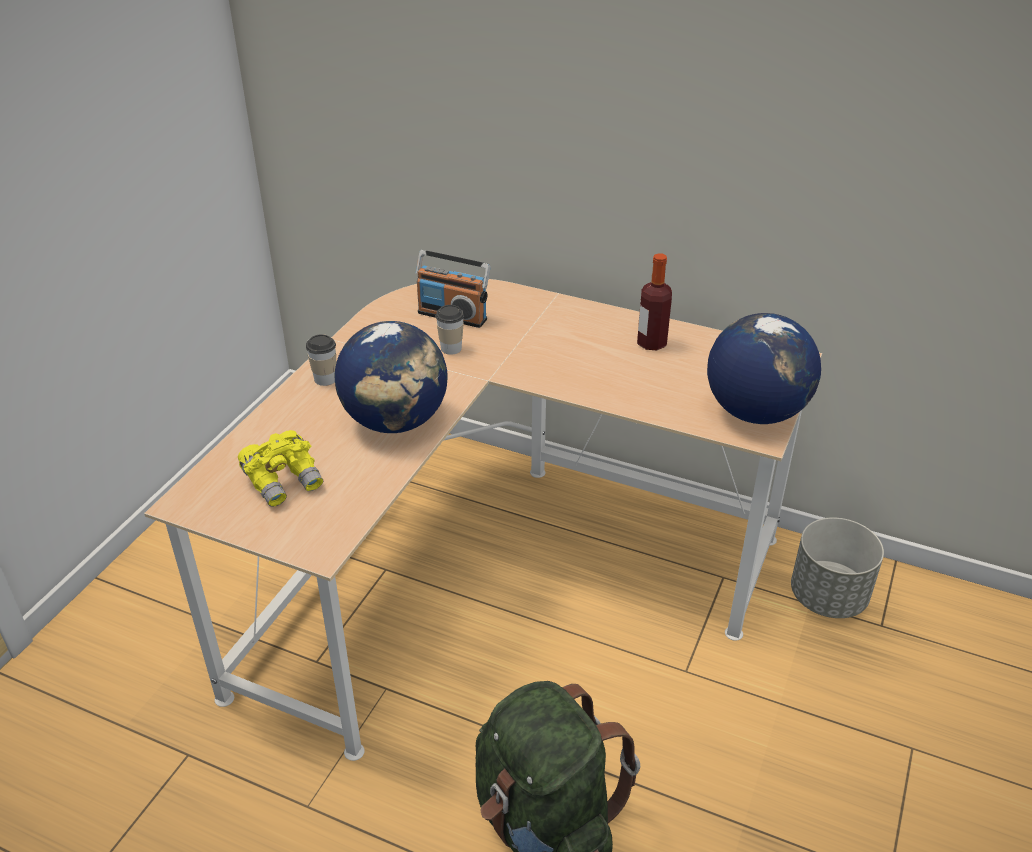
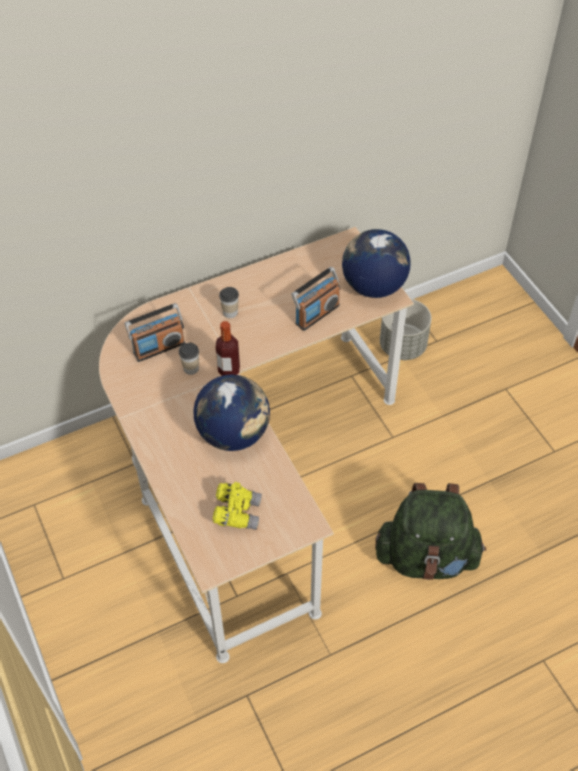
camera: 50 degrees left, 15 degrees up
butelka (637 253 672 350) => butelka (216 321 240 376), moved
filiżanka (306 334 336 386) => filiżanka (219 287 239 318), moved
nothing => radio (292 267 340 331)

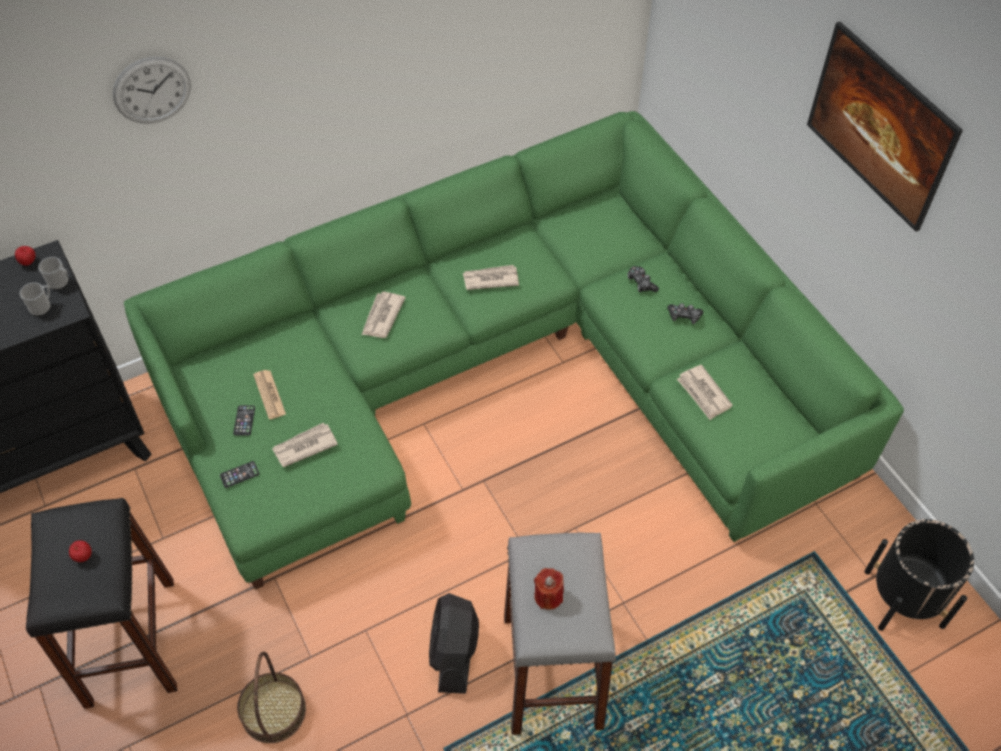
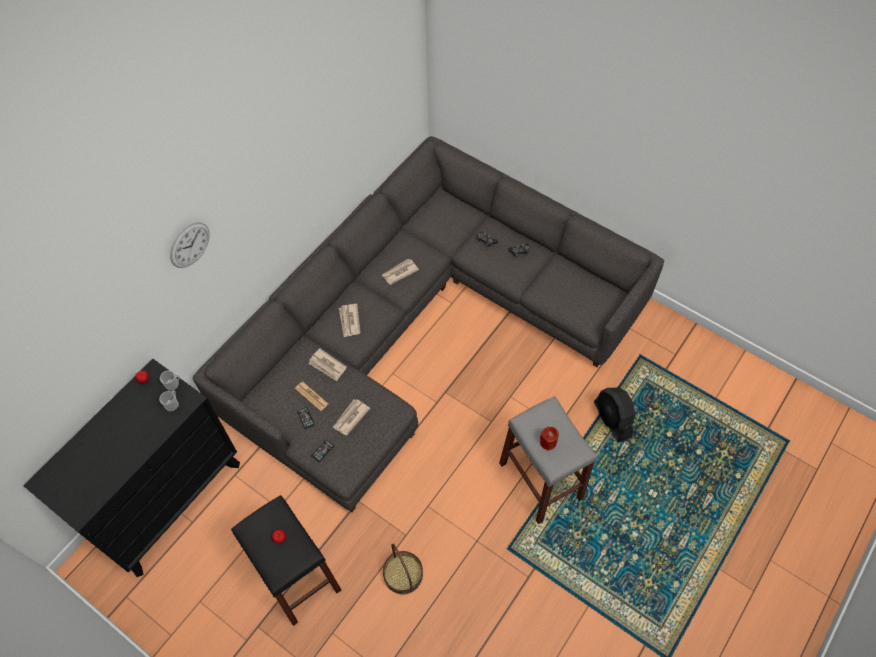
camera: 25 degrees left, 5 degrees up
kanapa (zielony) (124 111 904 589) => kanapa (szary) (192 136 664 512)
gazeta (677 365 733 420) => gazeta (308 349 346 381), moved
wentylator (czarny) (429 593 479 694) => wentylator (czarny) (594 387 635 443), moved
obraz (807 22 963 232) => nothing
donica (czarny) (864 519 974 631) => nothing

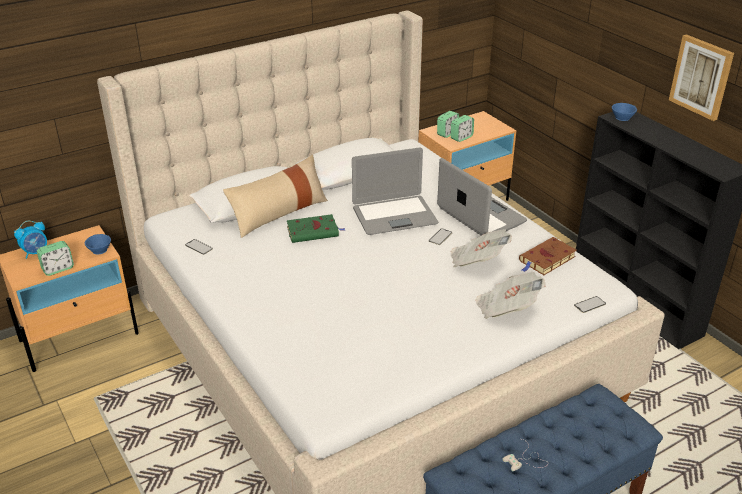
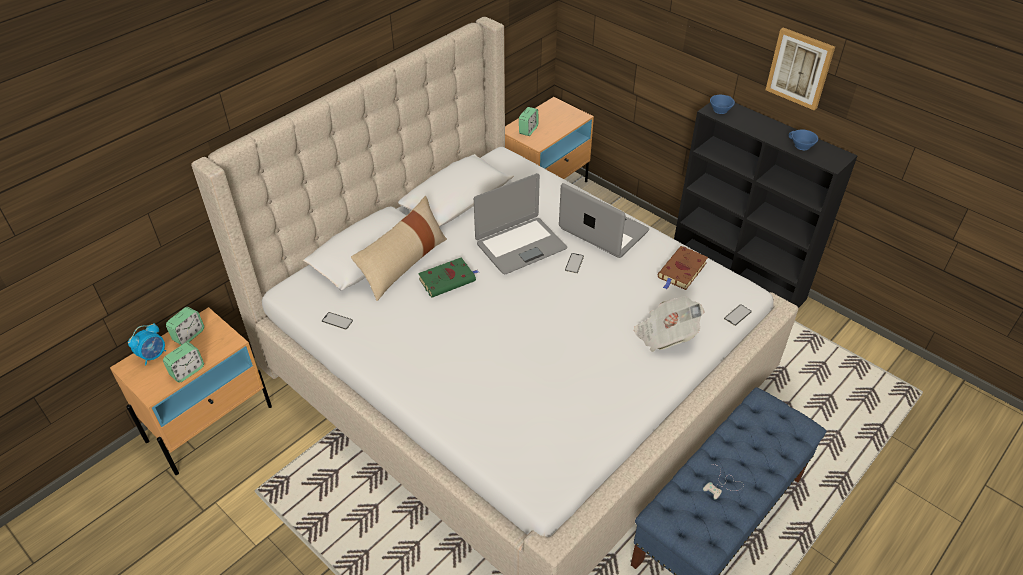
camera: 15 degrees left, 10 degrees up
budzik (451 115 474 142) => budzik (166 307 204 345), moved
filiżanka (niebieski) (85 234 111 254) => filiżanka (niebieski) (789 130 818 150), moved
gazeta (450 229 512 267) => nothing

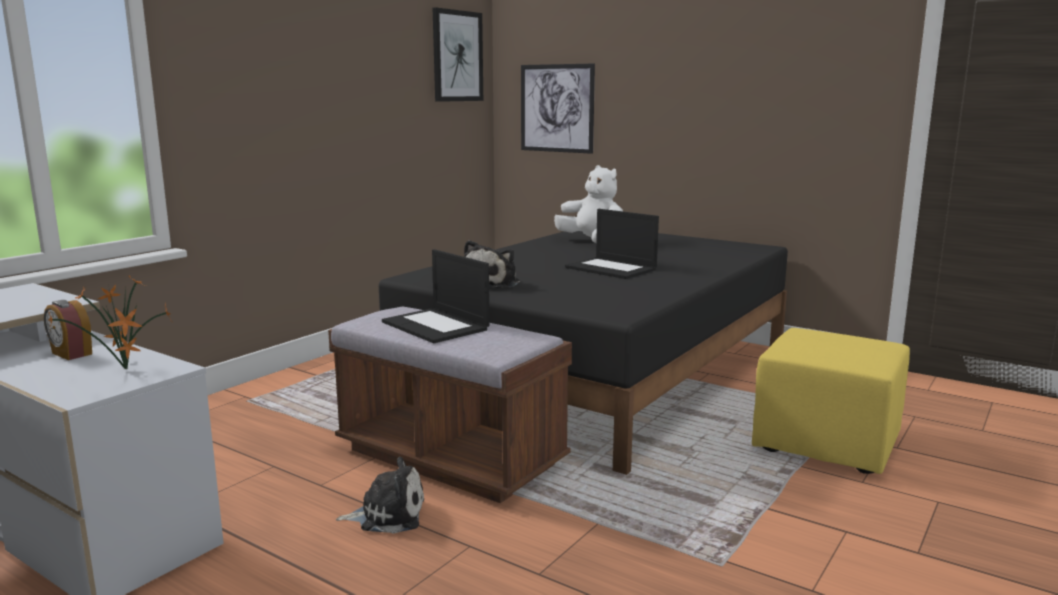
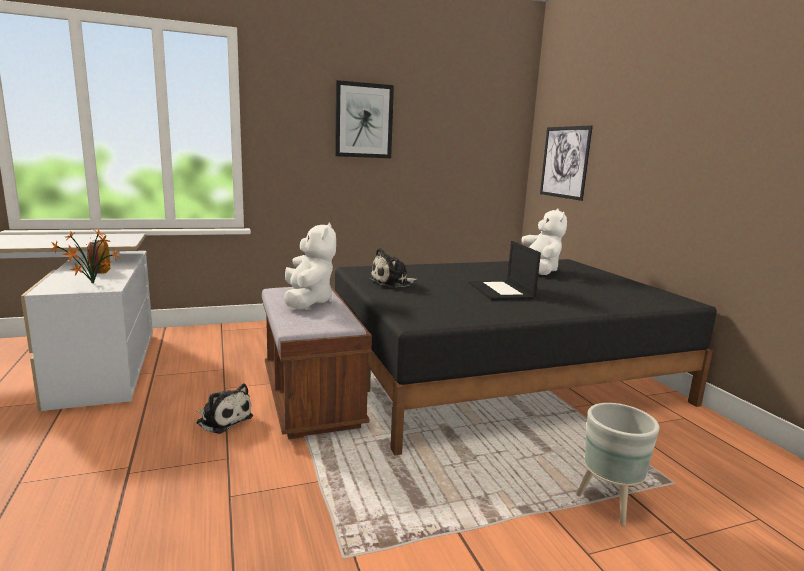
camera: 35 degrees right, 0 degrees up
laptop (382 249 490 343) => pluszak (biały) (283 222 336 309)
obraz (433 7 483 102) => obraz (335 80 394 158), moved
pufa (żółty) (752 328 910 474) => donica (szary) (576 403 659 526)

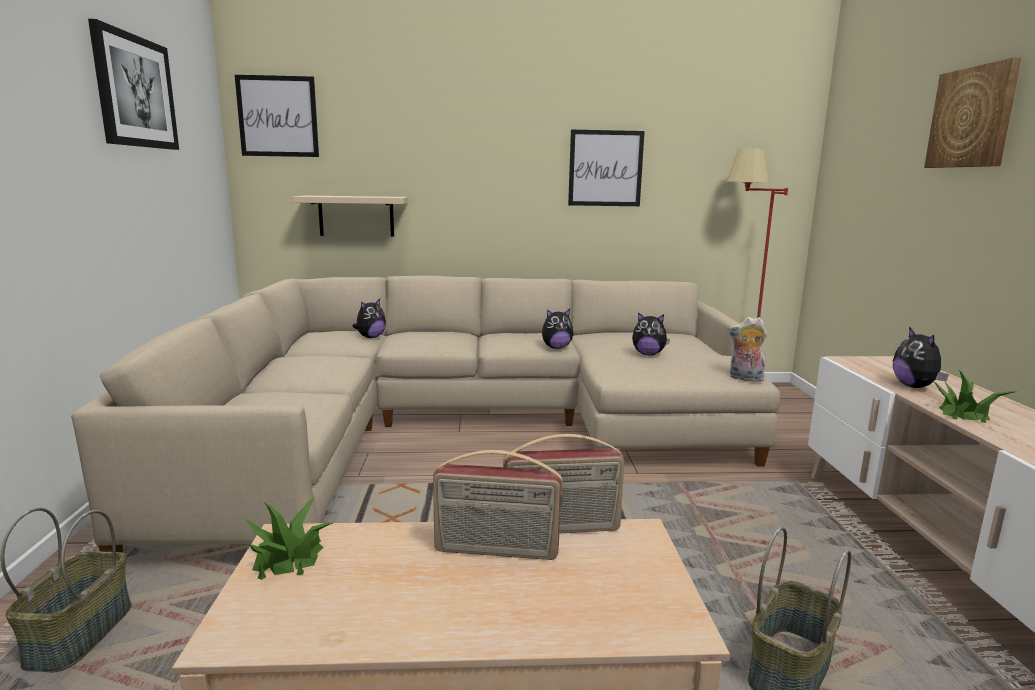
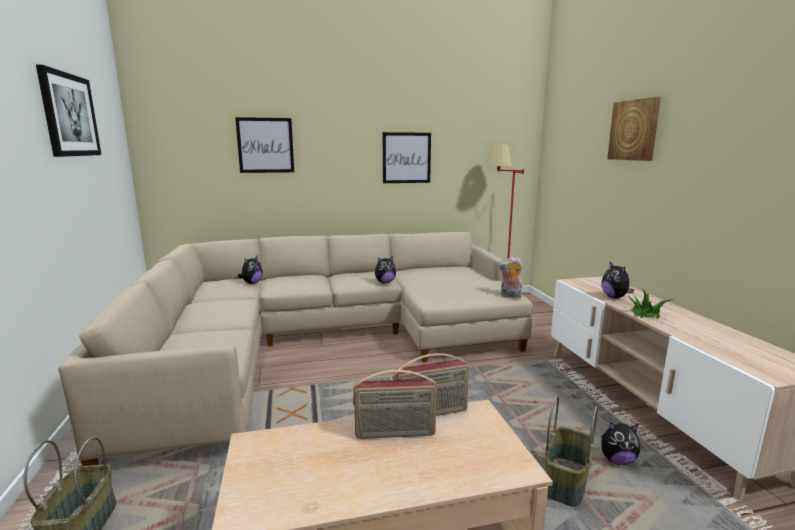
camera: 10 degrees left, 0 degrees up
obraz (235 75 319 157) => obraz (235 117 294 173), moved
pluszak (632 312 670 355) => pluszak (601 422 640 465), moved
roślina doniczkowa (243 497 333 580) => nothing
półka (beżowy) (292 195 408 237) => nothing

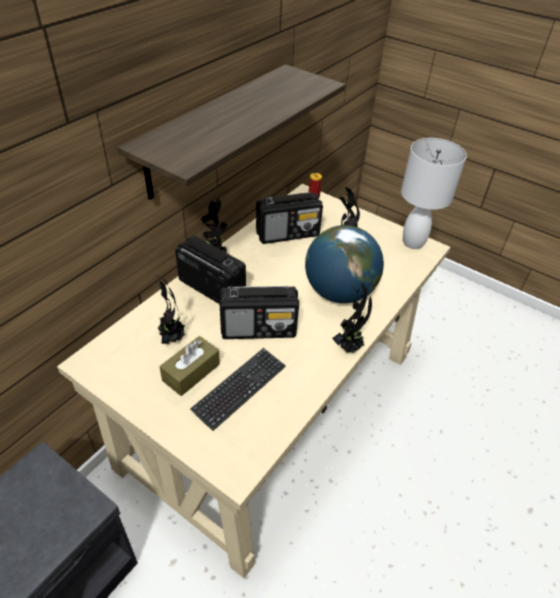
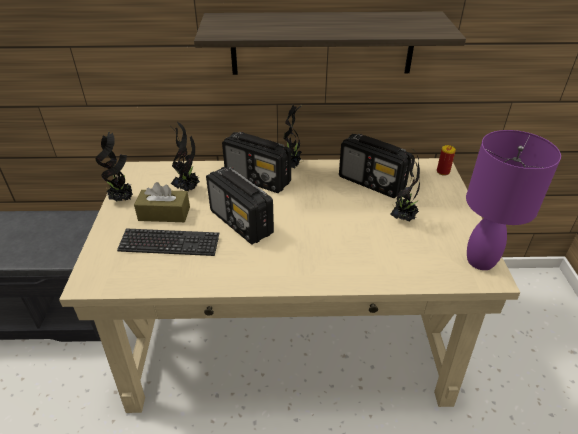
camera: 55 degrees right, 5 degrees down
roślina doniczkowa (332 282 372 353) => roślina doniczkowa (95 132 133 201), moved
radio (175 236 246 304) => radio (222 132 291 193), 120 degrees clockwise
lampa stołowa (biały) (401 138 467 249) => lampa stołowa (fioletowy) (466 130 561 270)
globus (305 225 384 303) => nothing

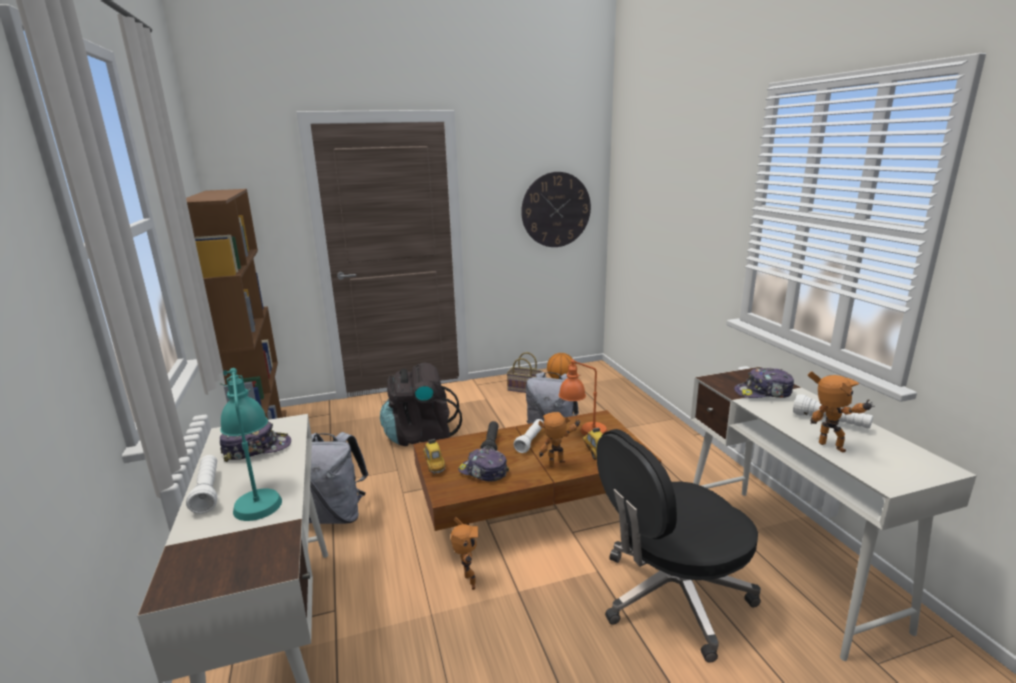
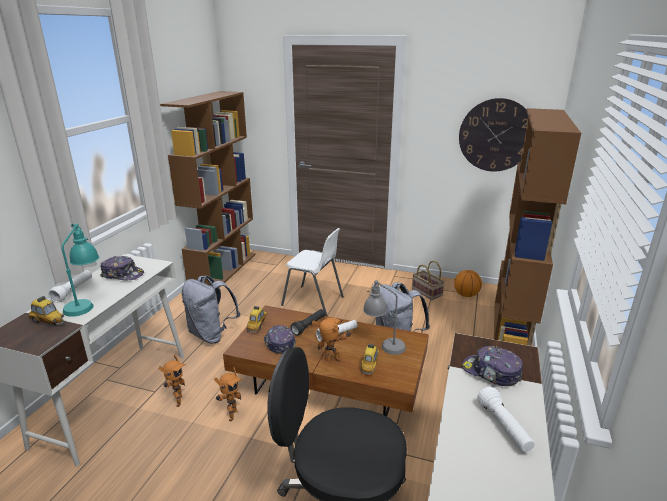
camera: 35 degrees right, 5 degrees up
nothing => samochodzik (28 296 64 325)
robot zabawkowy (808 372 875 452) => robot zabawkowy (158 355 186 407), moved
plecak (czarny) (380 362 462 446) => krzesło (biały) (281 228 344 316)
lampa stołowa (pomarańczowy) (559 359 608 436) => lampa stołowa (szary) (363 280 406 355)
nothing => regał (brązowy) (494 108 581 346)

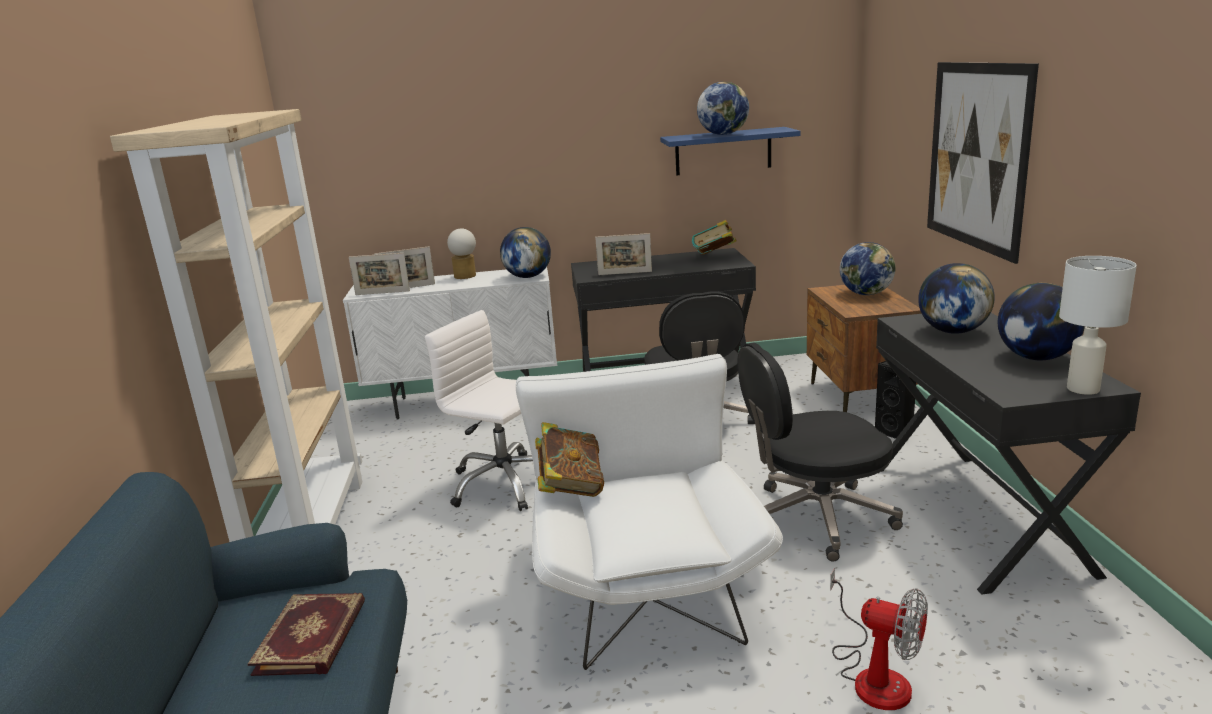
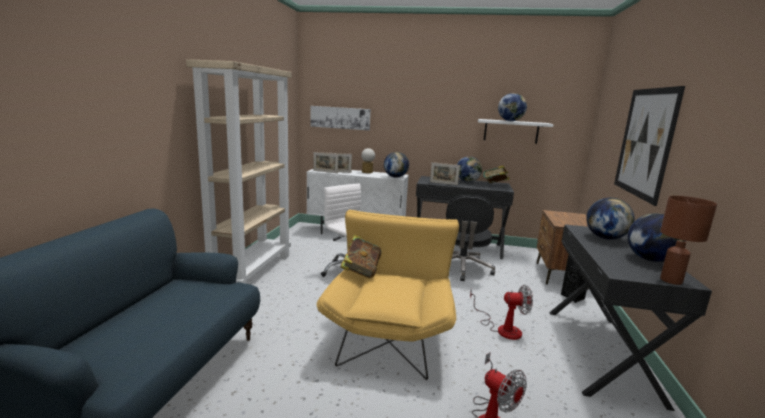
camera: 15 degrees right, 5 degrees down
nothing => obraz (310 106 371 130)
fotel (biały) (516 354 783 670) => fotel (żółty) (317 210 459 380)
globus (840 242 895 295) => globus (457 156 482 182), moved
krzesło biurowe (czarny) (737 343 903 561) => wentylator (470 285 533 340)
półka (niebieski) (660 127 801 176) => półka (biały) (478 119 554 144)
lampa stołowa (biały) (1059 256 1137 395) => lampa stołowa (brązowy) (660 196 717 285)
książka (248 593 365 676) => nothing

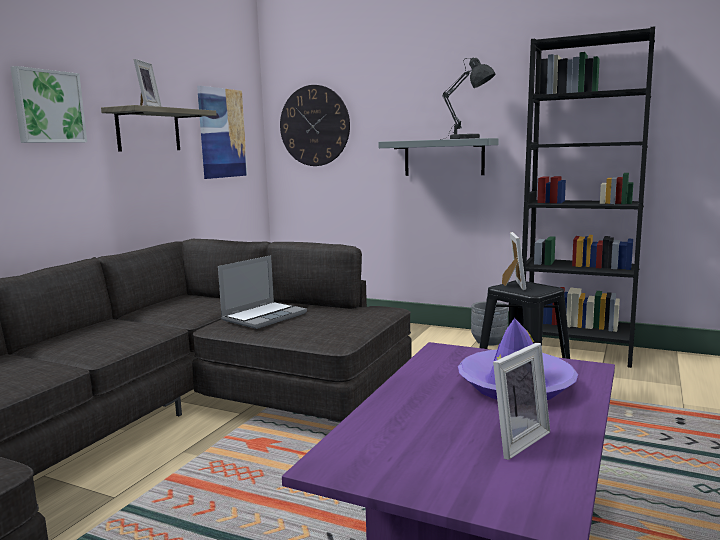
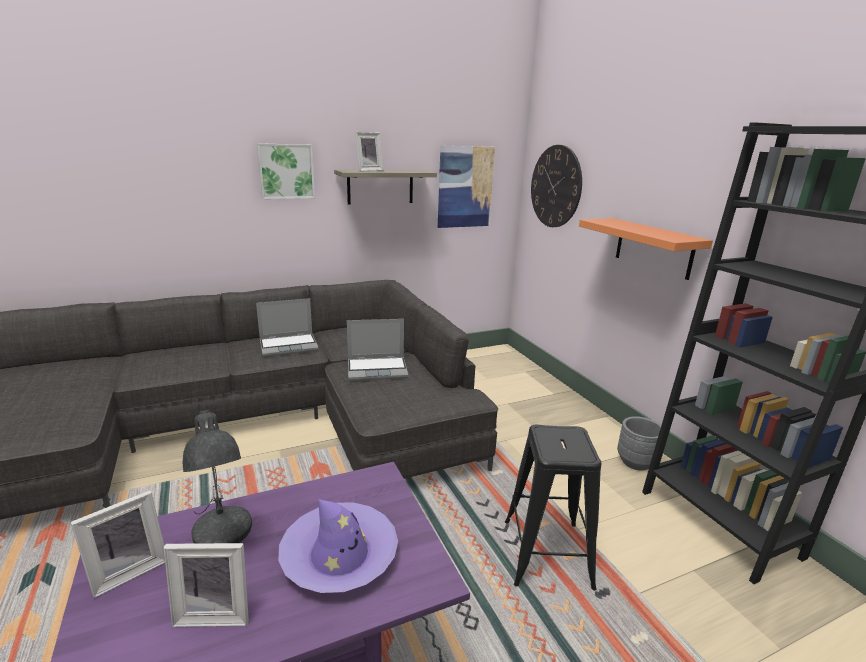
camera: 40 degrees right, 10 degrees up
ramka na zdjęcie (502 232 526 290) => ramka na zdjęcie (71 490 165 598), moved
lampa stołowa (szary) (442 57 496 139) => lampa stołowa (szary) (183 405 252 544), moved
nothing => laptop (256 298 318 357)
półka (szary) (378 138 498 176) => półka (pomarańczowy) (579 218 713 280)

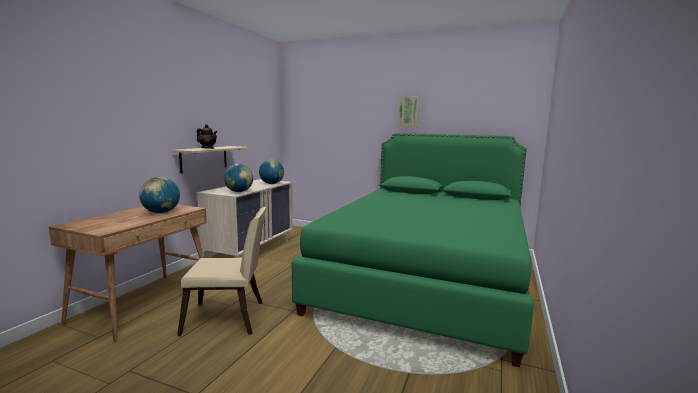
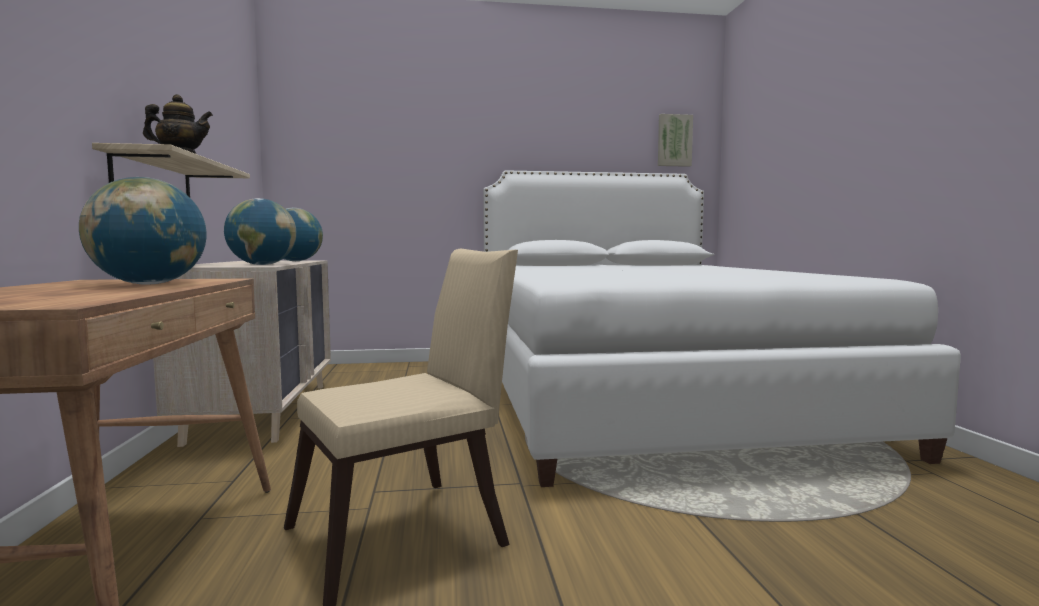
camera: 30 degrees left, 5 degrees down
łóżko (zielony) (292 133 534 367) => łóżko (biały) (483 170 961 487)
obraz (398 96 420 128) => obraz (658 114 693 167), moved

